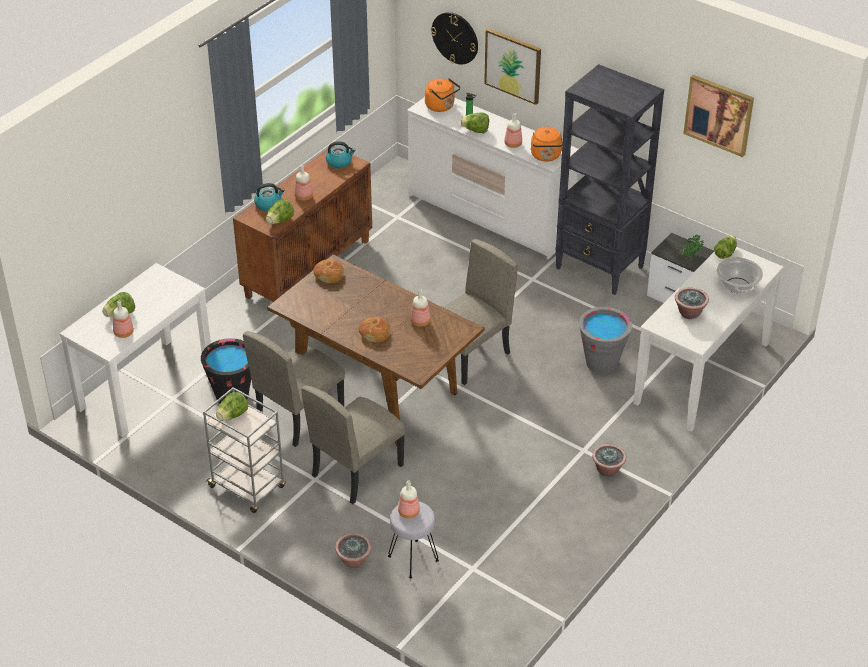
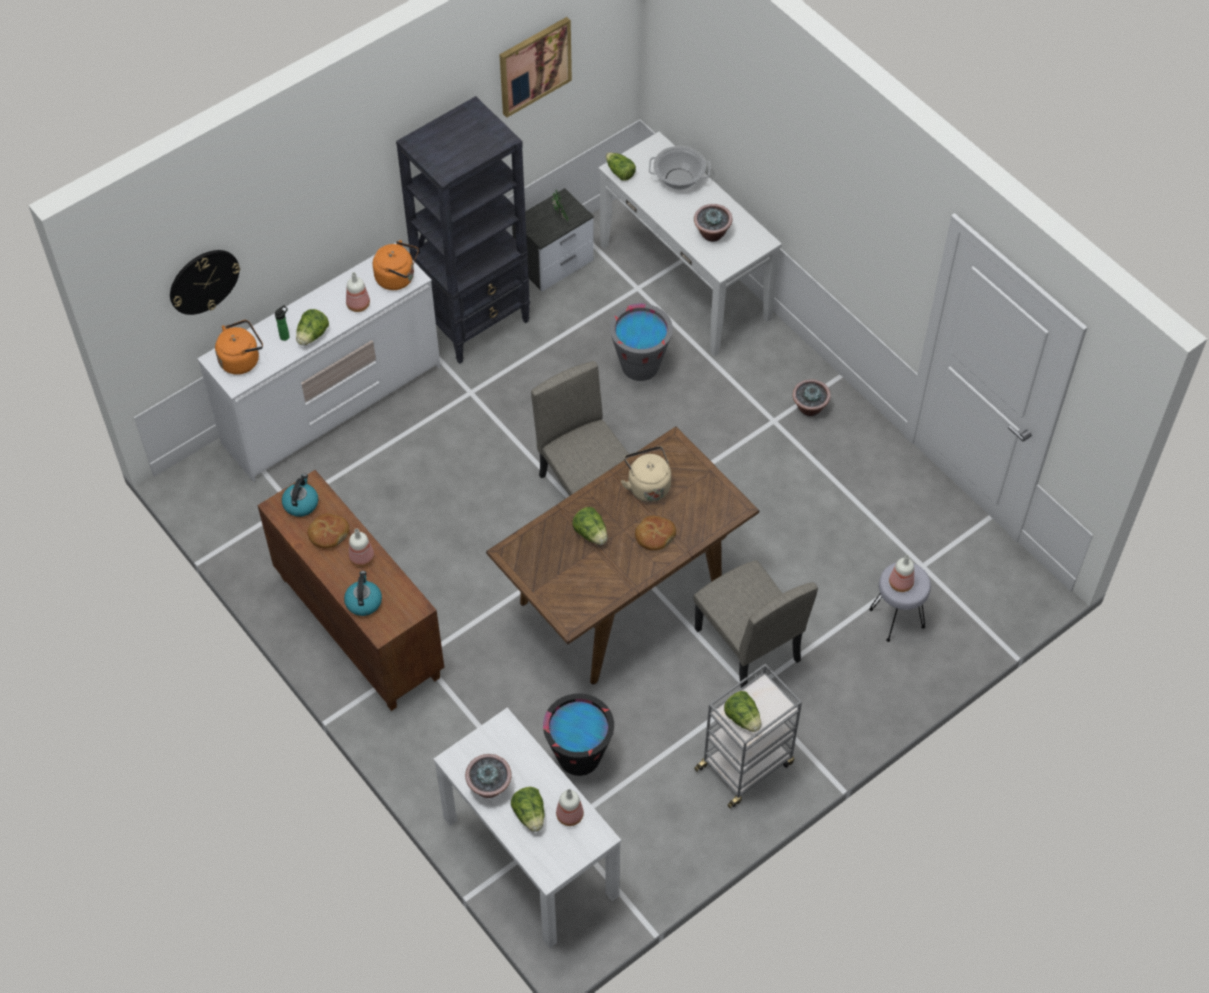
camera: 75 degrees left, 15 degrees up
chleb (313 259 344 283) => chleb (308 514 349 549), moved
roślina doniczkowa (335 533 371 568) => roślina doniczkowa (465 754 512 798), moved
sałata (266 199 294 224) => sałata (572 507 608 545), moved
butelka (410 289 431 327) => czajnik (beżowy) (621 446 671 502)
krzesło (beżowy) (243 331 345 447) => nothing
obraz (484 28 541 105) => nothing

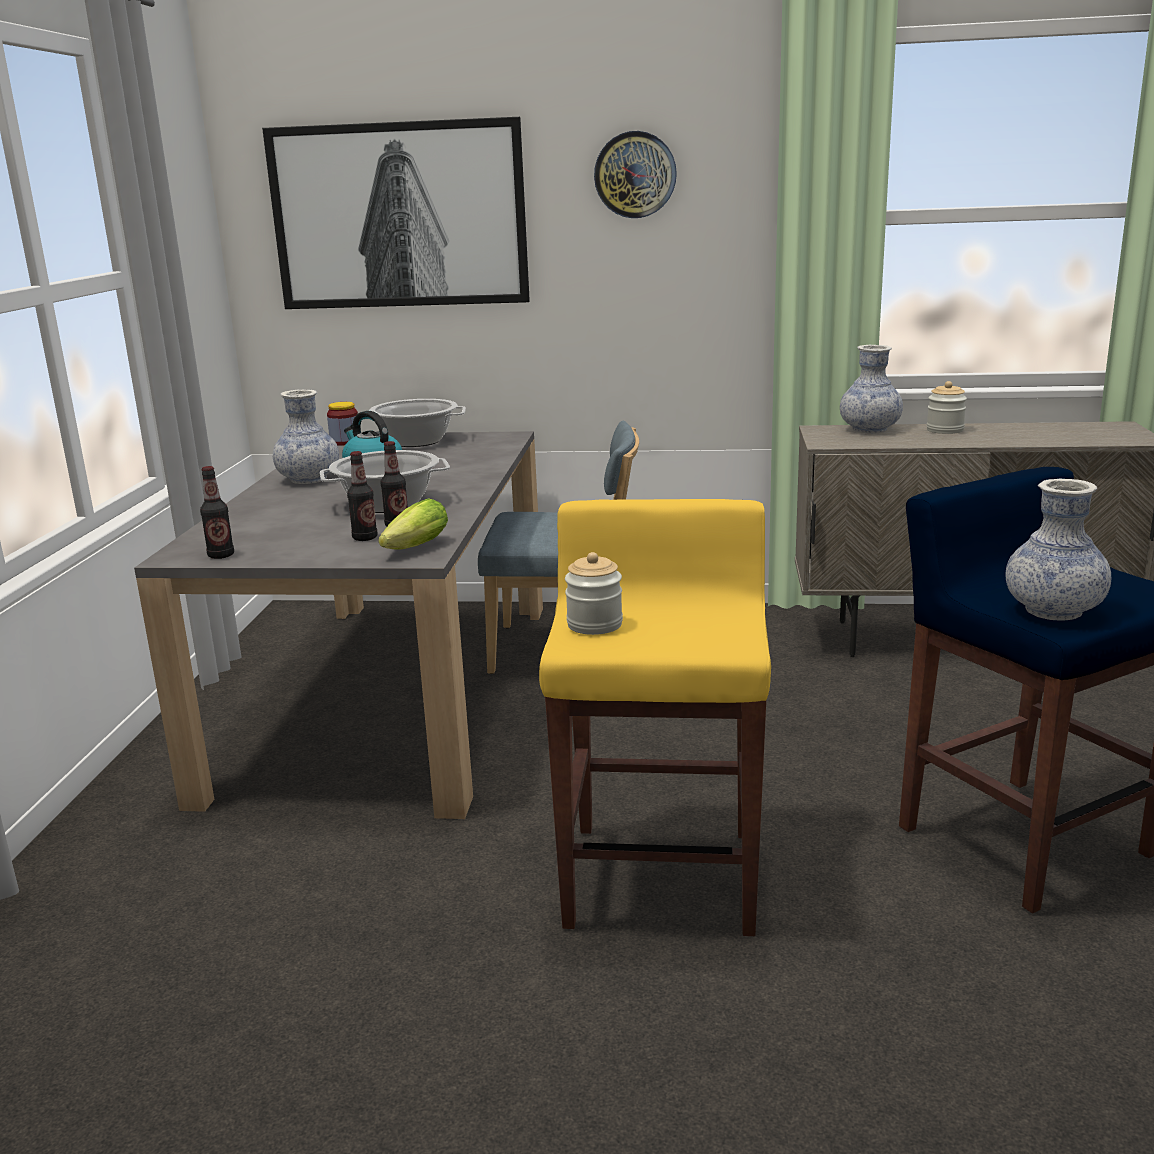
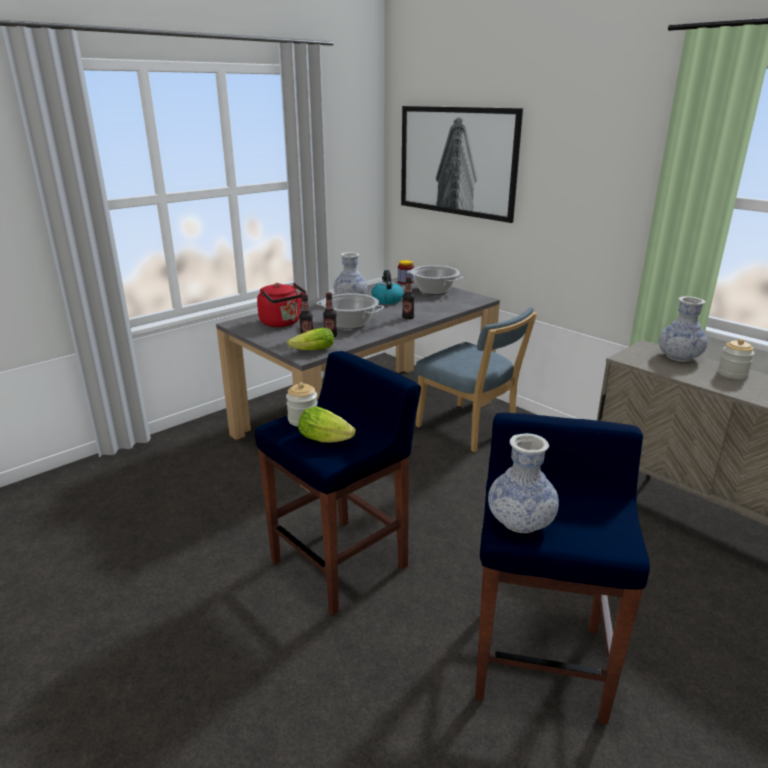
camera: 40 degrees right, 5 degrees up
stołek (żółty) (539 499 771 936) => stołek (niebieski) (255 351 421 616)
nothing => czajnik (czerwony) (257 282 307 327)
nothing => sałata (298 406 356 443)
butelka (200 466 234 559) => butelka (402 277 415 319), moved
zegar ścienny (594 131 677 218) => nothing

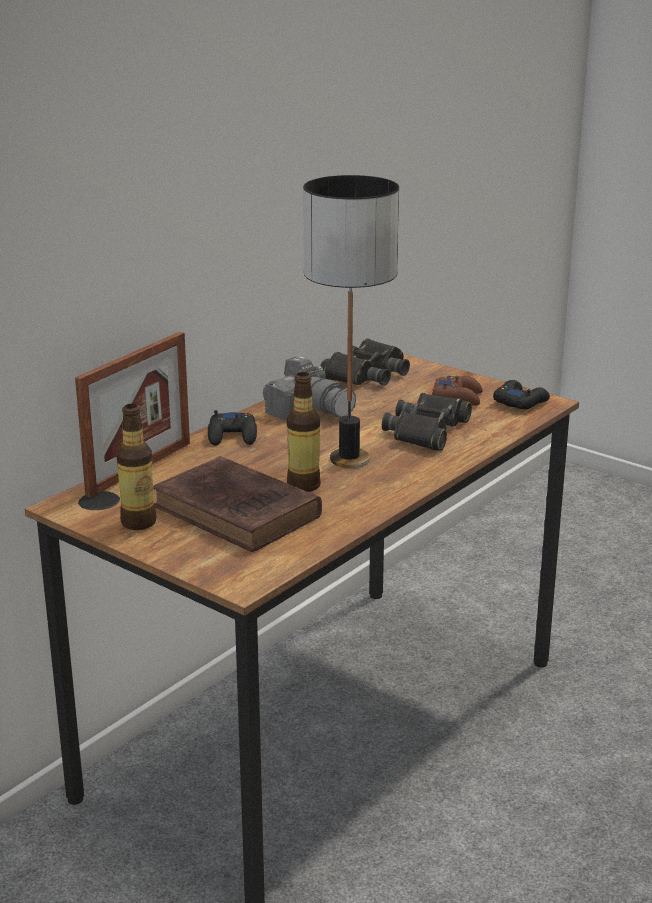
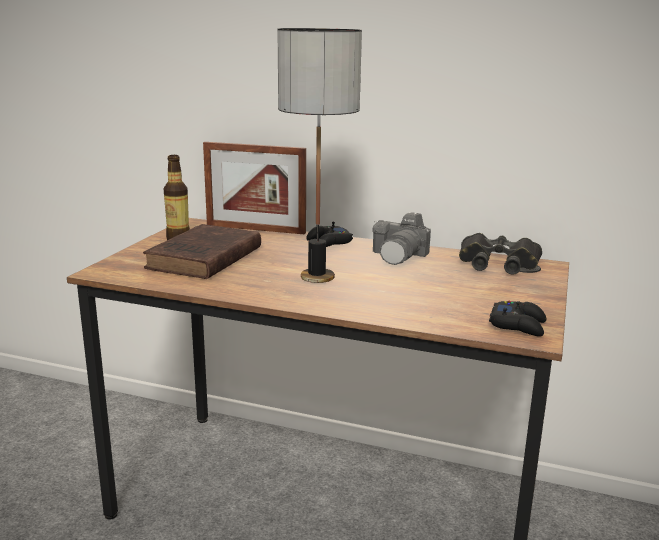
camera: 70 degrees right, 5 degrees down
butelka (287 372 321 492) => nothing
lornetka (czarny) (382 393 472 451) => nothing
pad do gier (brązowy) (432 376 483 405) => nothing

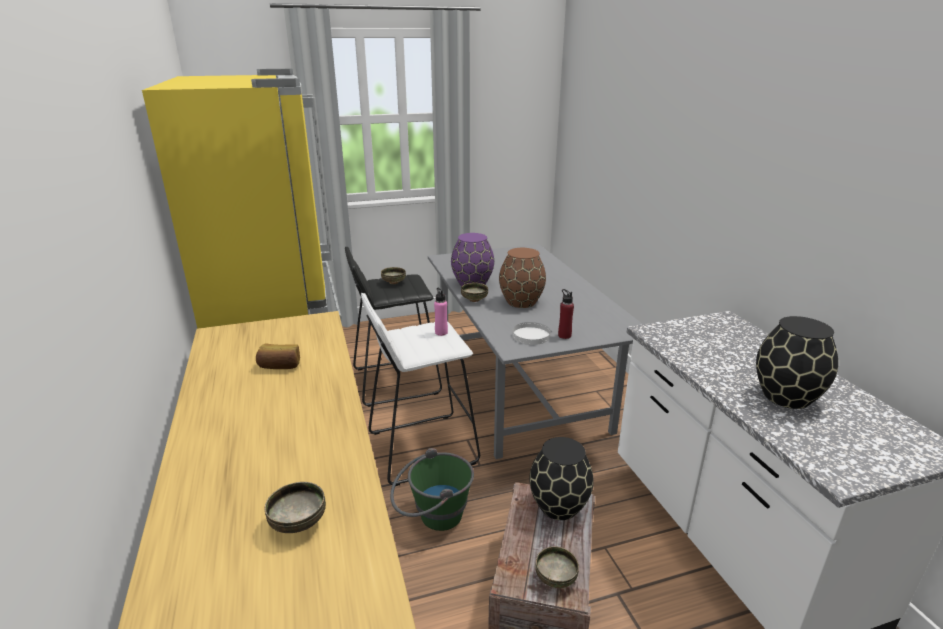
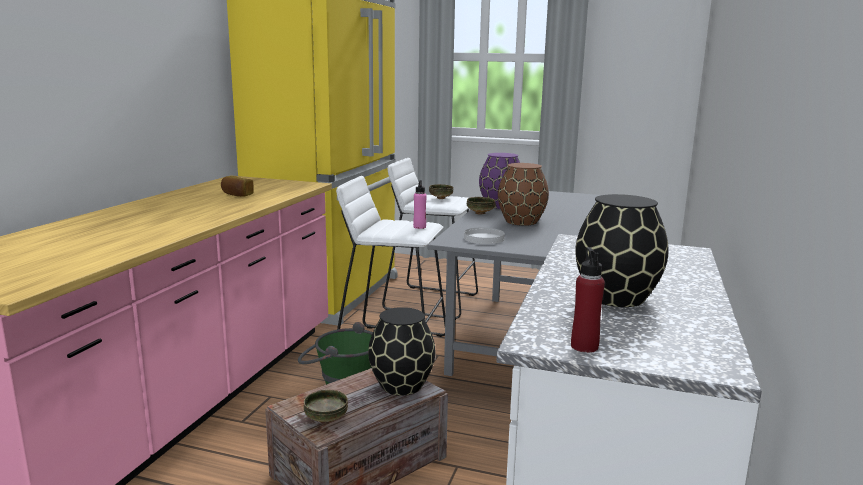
camera: 35 degrees right, 10 degrees down
stołek (czarny) (345 247 442 407) => stołek (biały) (382 158 478 320)
butelka (czerwony) (558 289 574 339) => butelka (czerwony) (571 247 605 353), moved
miska (265 482 326 533) => nothing

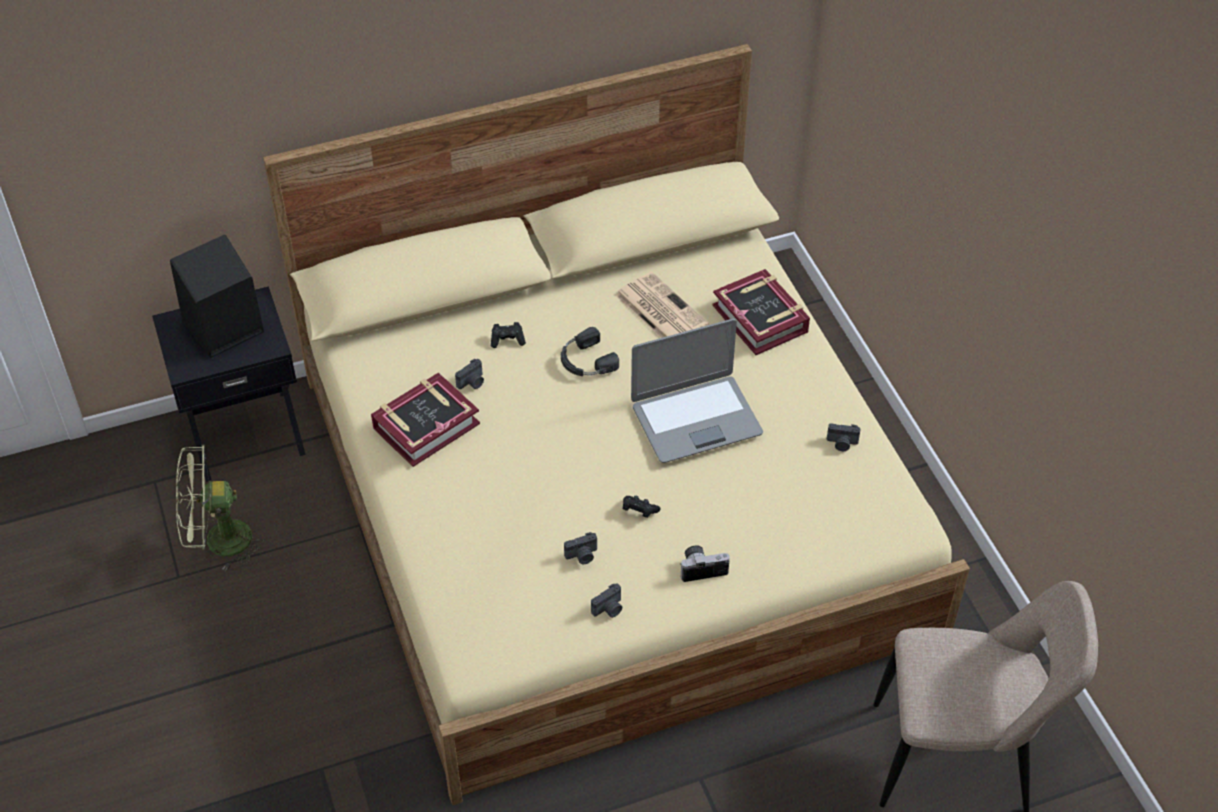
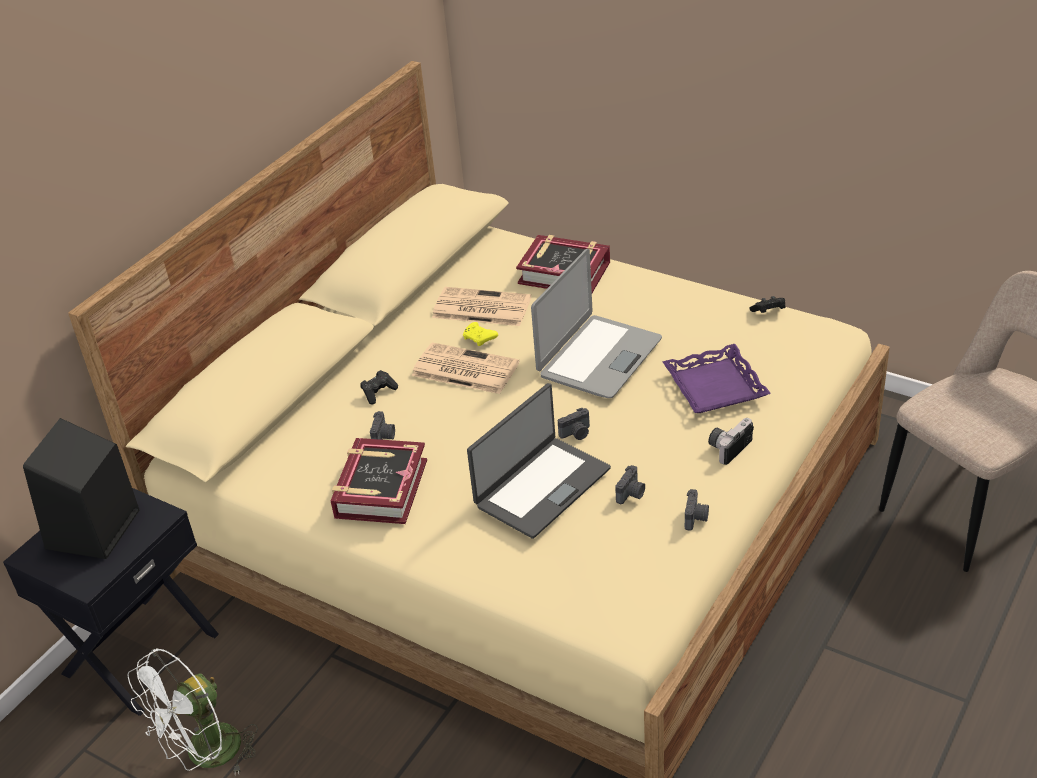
camera: 35 degrees left, 10 degrees down
wentylator (zielony) (176 445 266 571) => wentylator (biały) (127 648 258 776)
słuchawki (czarny) (561 327 619 376) => gazeta (412 342 519 394)
nothing => pad do gier (żółty) (463 322 498 346)
nothing => laptop (467 383 611 539)
aparat fotograficzny (827 423 861 451) => aparat fotograficzny (558 408 590 440), moved
nothing => taca (fioletowy) (662 344 771 413)
pad do gier (czarny) (623 496 661 518) => pad do gier (czarny) (749 296 785 313), moved

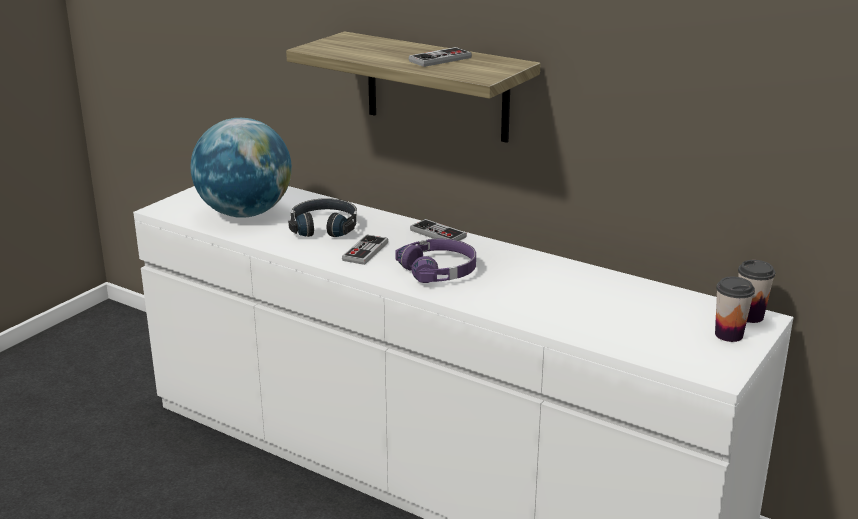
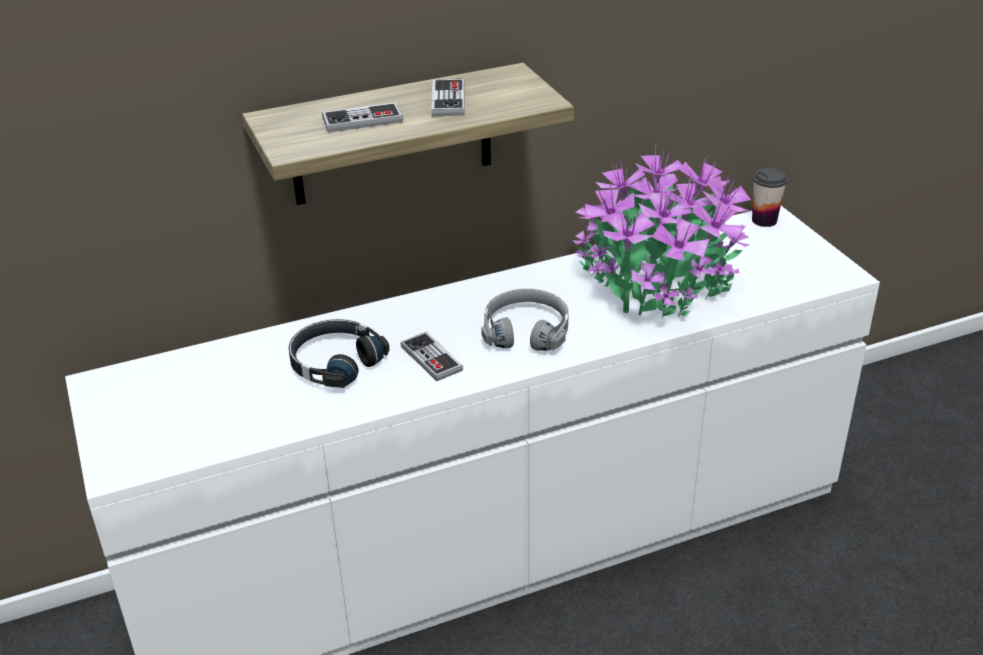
camera: 55 degrees left, 10 degrees up
pad do gier (410 219 467 241) => pad do gier (322 102 403 132), moved
słuchawki (fioletowy) (395 239 476 283) => słuchawki (szary) (481 289 568 351)
nothing => roślina doniczkowa (572 144 751 318)
globus (190 118 292 218) => nothing
filiżanka (715 277 755 342) => nothing

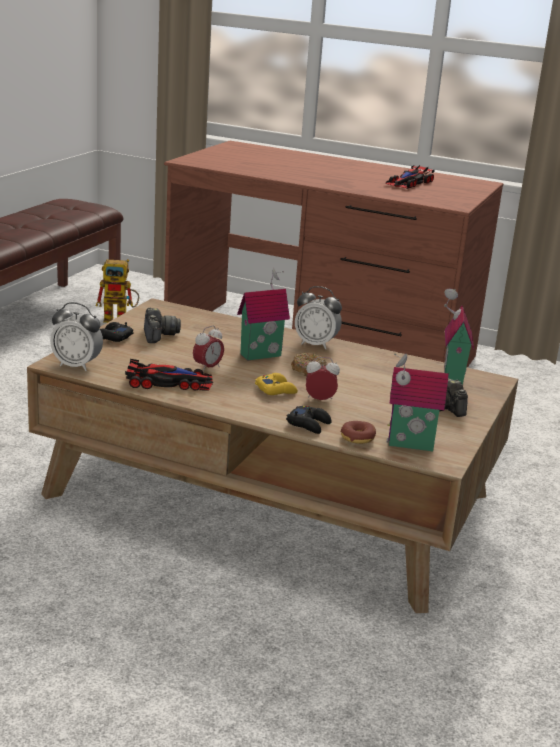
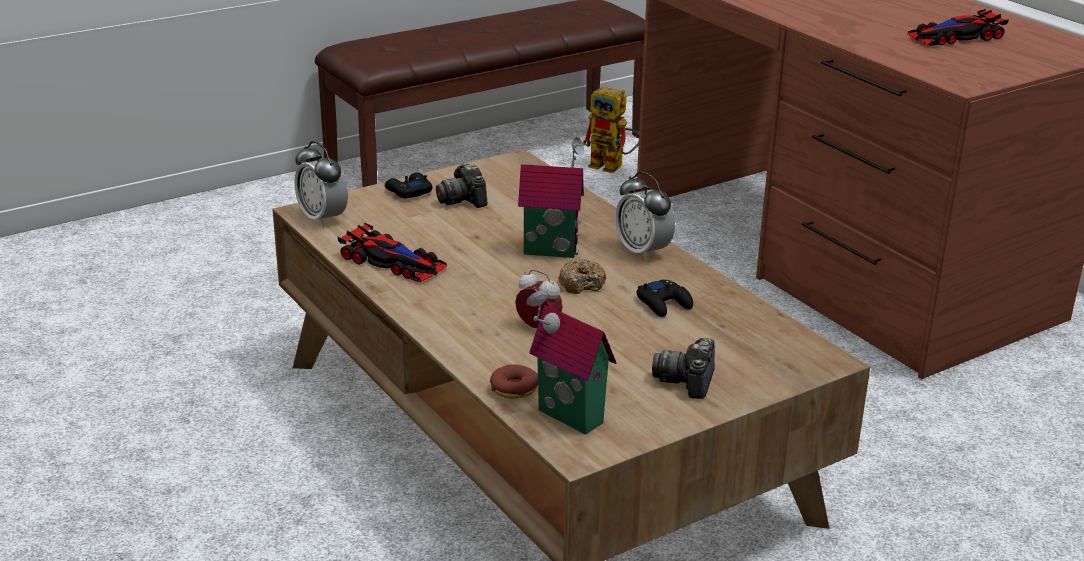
camera: 35 degrees right, 5 degrees up
aparat fotograficzny (144 308 181 343) => aparat fotograficzny (436 164 487 208), 135 degrees clockwise
pad do gier (czarny) (286 406 332 434) => pad do gier (czarny) (637 279 693 317), moved
budzik (193 325 224 373) => nothing
pad do gier (żółty) (255 373 298 395) => nothing
domek (444 289 474 385) => nothing

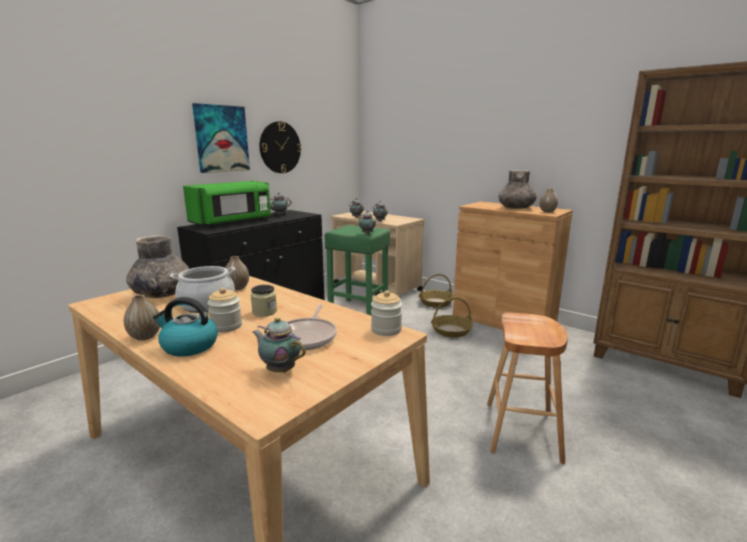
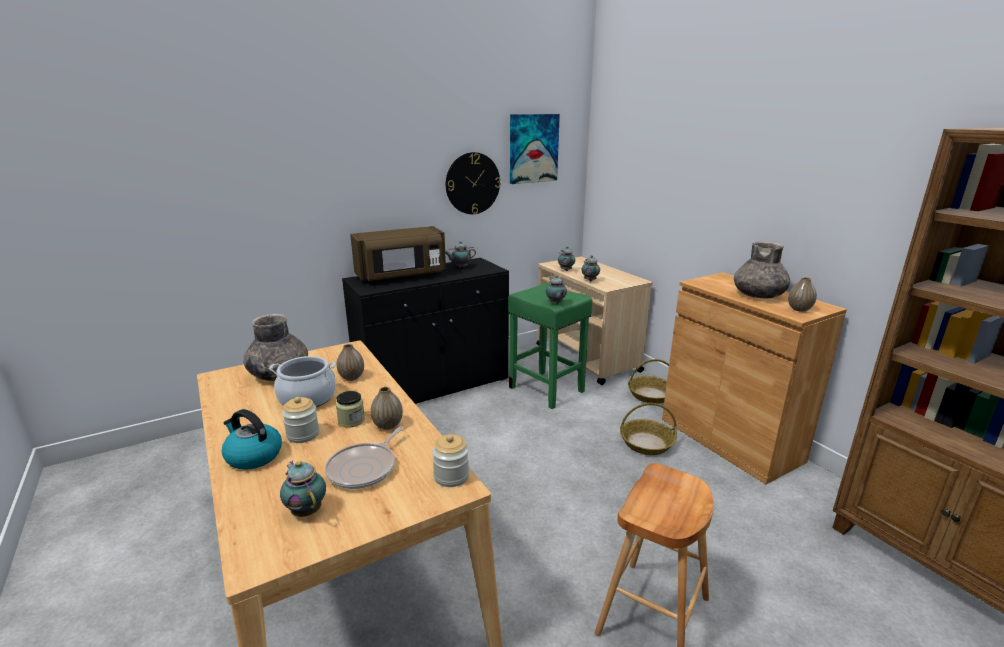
camera: 20 degrees right, 5 degrees up
mikrofalówka (zielony) (183 181 271 227) => mikrofalówka (brązowy) (350 226 446 282)
wazon (124 295 160 340) => wazon (370 387 403 430), moved
obraz (192 103 250 173) => obraz (510 114 560 184), moved

